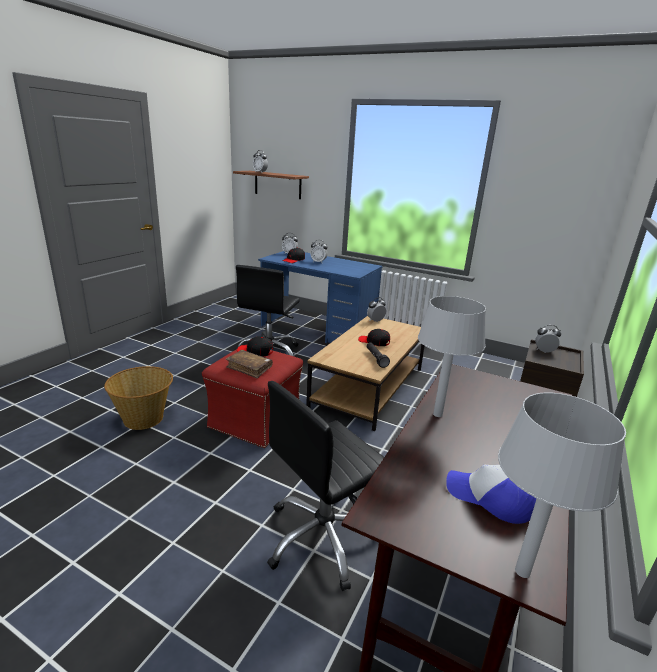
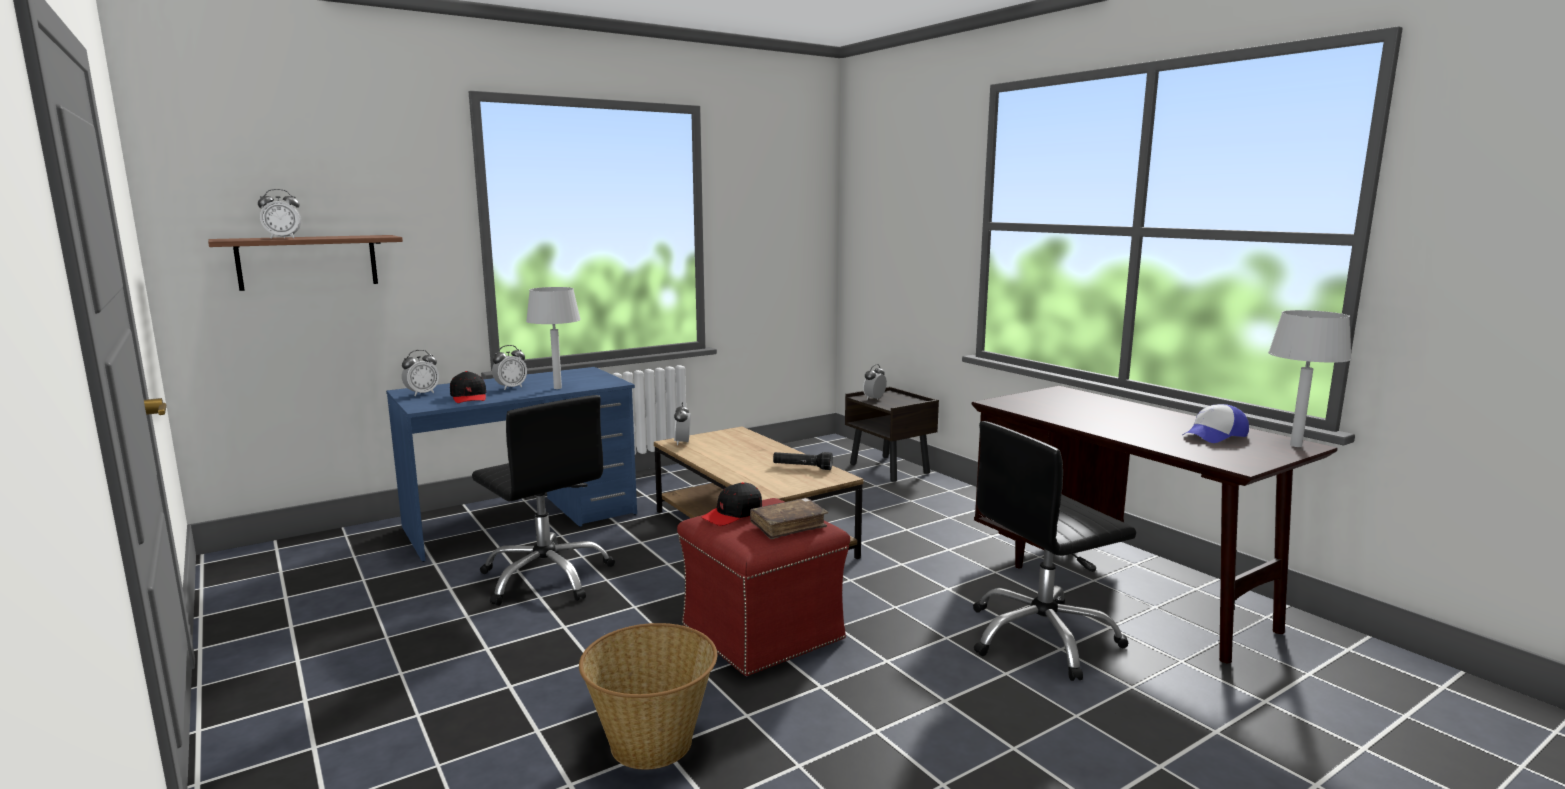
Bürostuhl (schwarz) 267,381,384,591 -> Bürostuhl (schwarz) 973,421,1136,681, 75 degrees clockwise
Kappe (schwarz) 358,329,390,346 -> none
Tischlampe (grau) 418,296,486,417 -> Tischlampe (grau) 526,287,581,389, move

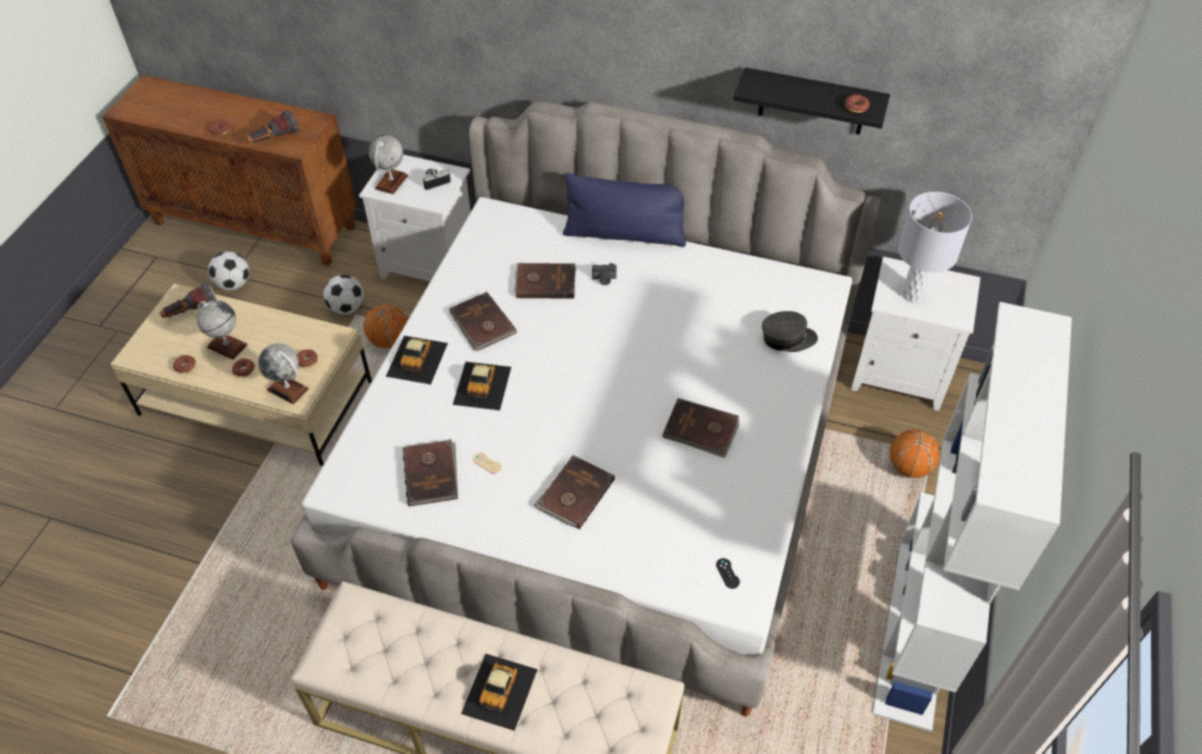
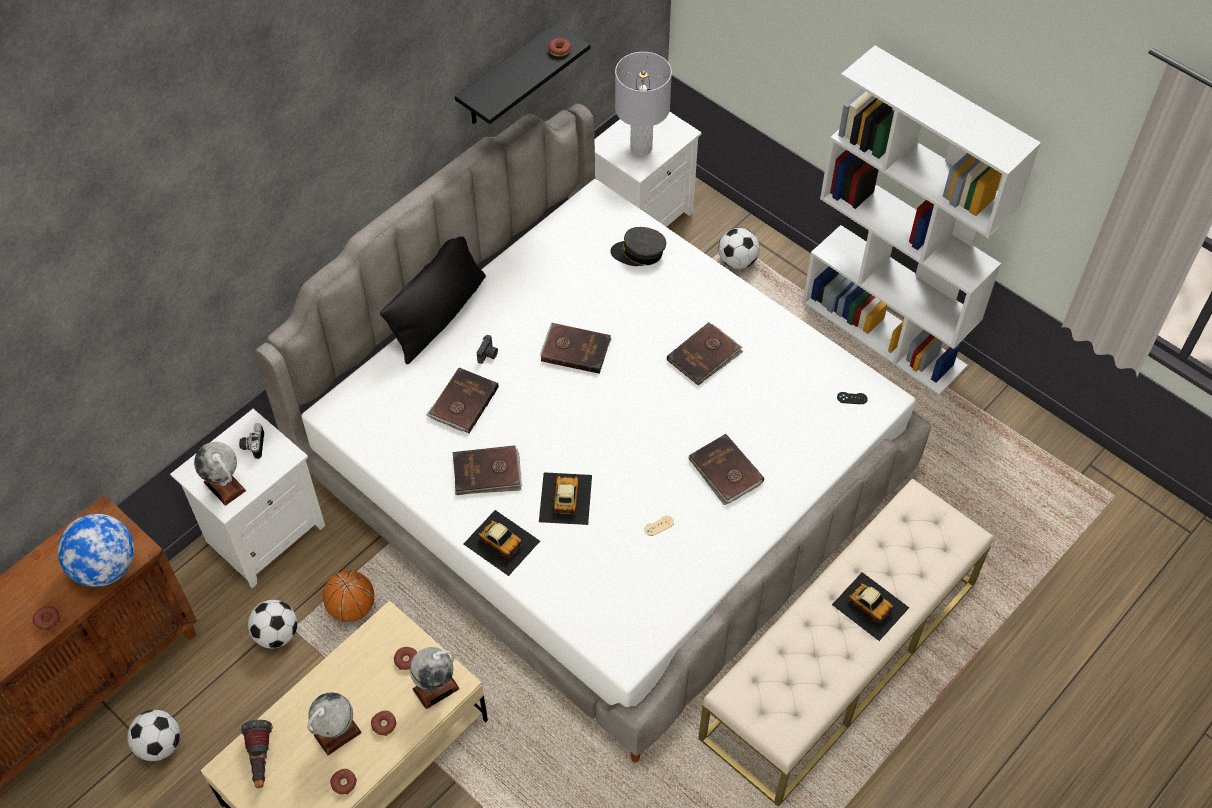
Taschenlampe 246,110,299,143 -> Globus 58,514,134,587
Buch (braun) 403,439,458,507 -> Buch (braun) 540,322,612,374, move
Spielzeugauto 453,362,511,410 -> Spielzeugauto 539,472,592,525, 120 degrees counterclockwise
Kissen (blau) 563,173,686,247 -> Kissen (schwarz) 380,236,486,364
Kappe (grau) 762,311,818,352 -> Kappe (grau) 610,227,666,266, 105 degrees counterclockwise
Basketball 890,430,940,478 -> Fußball 718,228,760,269

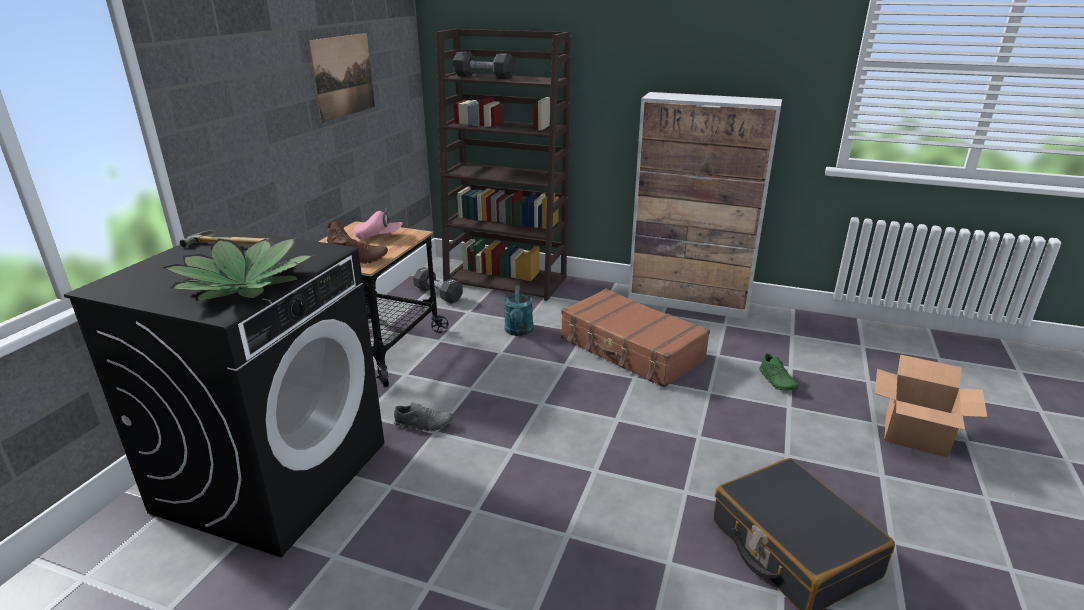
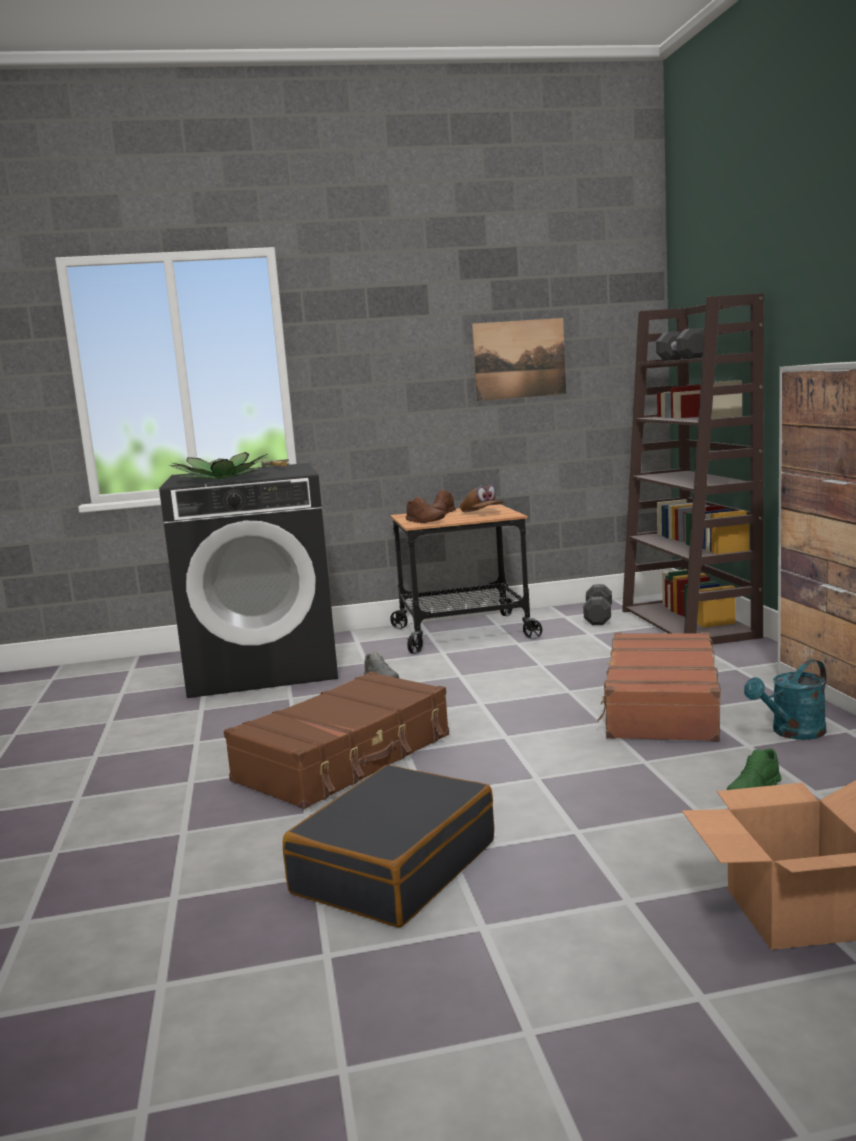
Kappe (rosa) 354,208,403,240 -> Kappe (braun) 460,484,503,512
Gießkanne (türkis) 504,285,533,336 -> Gießkanne (türkis) 744,659,826,740, move
none -> Koffer (braun) 224,671,449,809

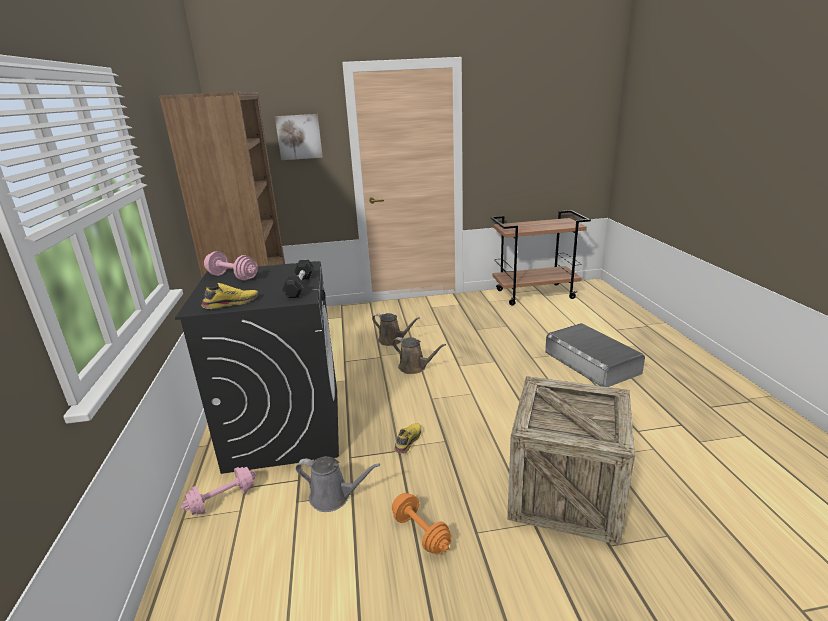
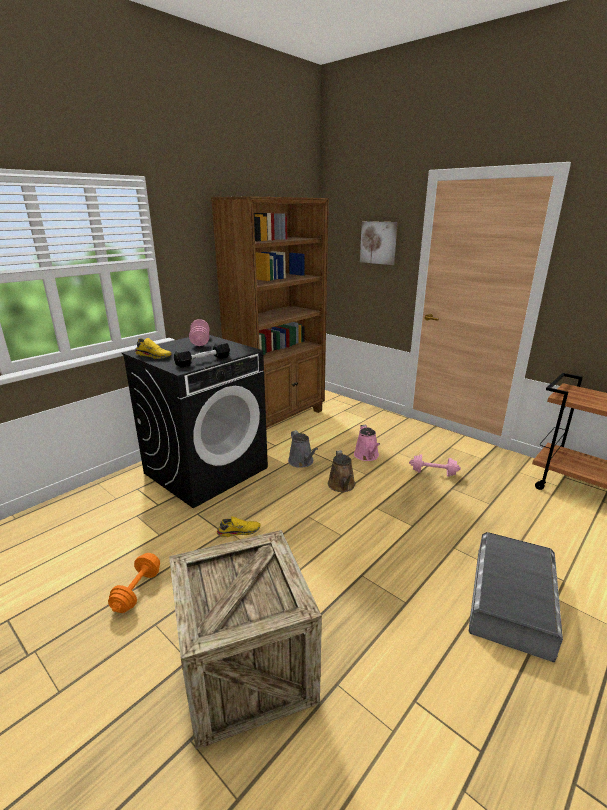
Hantel (rosa) 181,467,256,515 -> Hantel (rosa) 409,454,461,477, move
Gießkanne (grau) 296,456,380,512 -> Gießkanne (grau) 288,430,318,468, move
Gießkanne (braun) 372,313,420,346 -> Gießkanne (rosa) 354,425,380,461

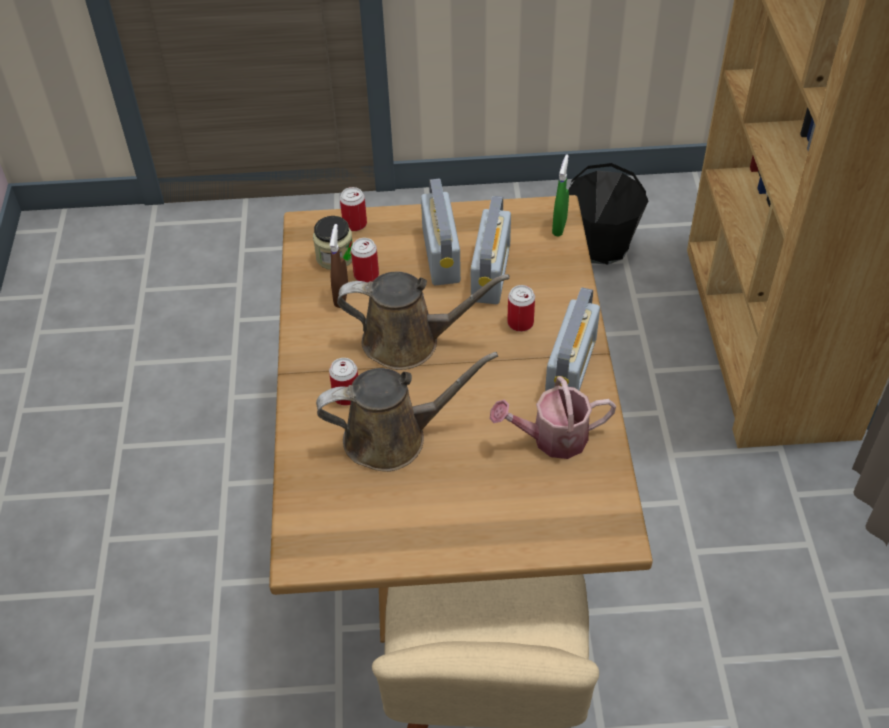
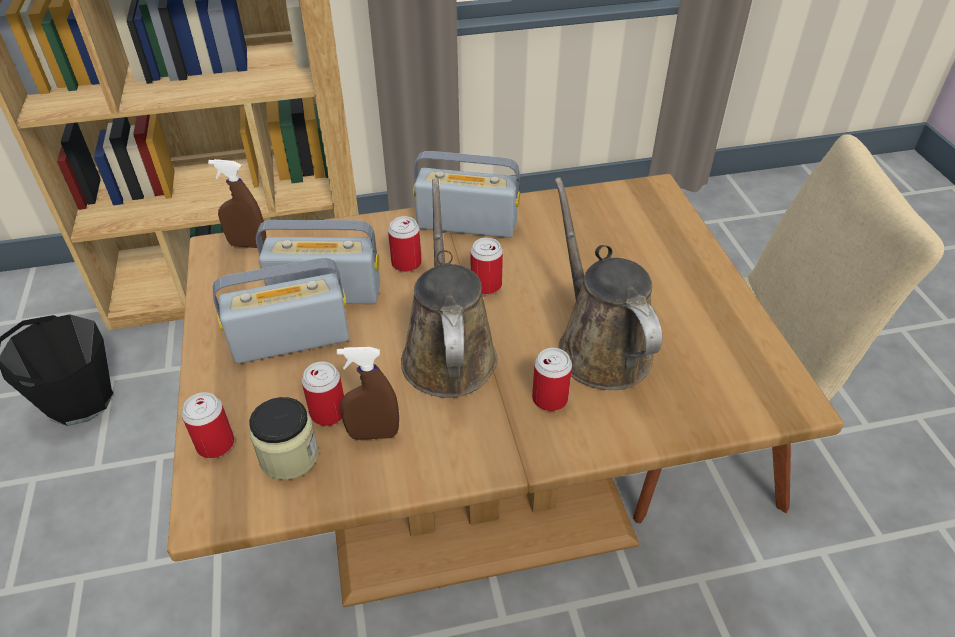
Gießkanne 490,376,616,459 -> none
Sprühflasche (grün) 552,154,569,237 -> Sprühflasche (braun) 208,159,266,248
none -> Dose 470,237,503,295

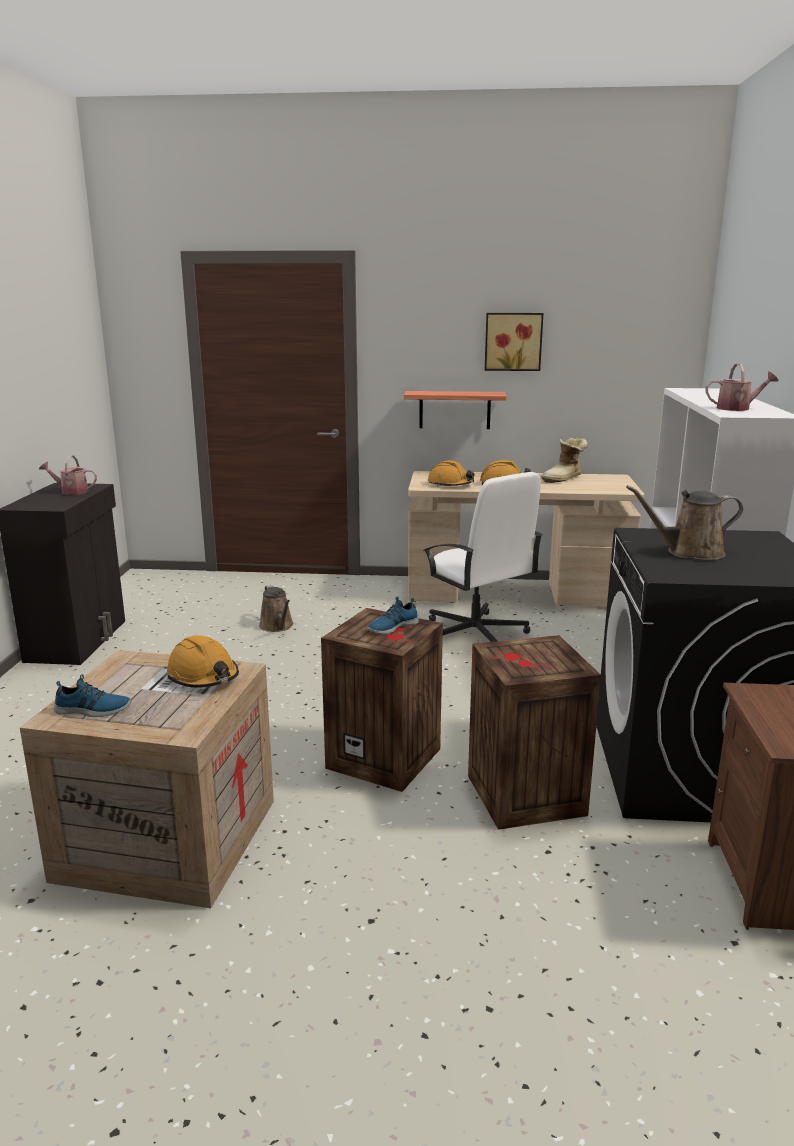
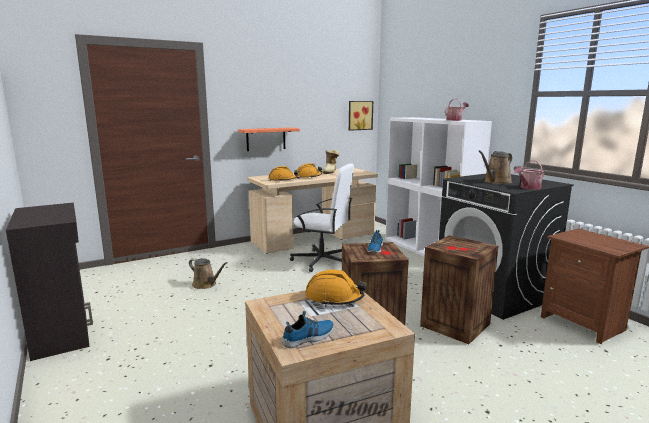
Gießkanne 39,455,97,495 -> Gießkanne 514,160,545,190, move
Bild 485,313,544,371 -> Bild 349,101,373,131, move

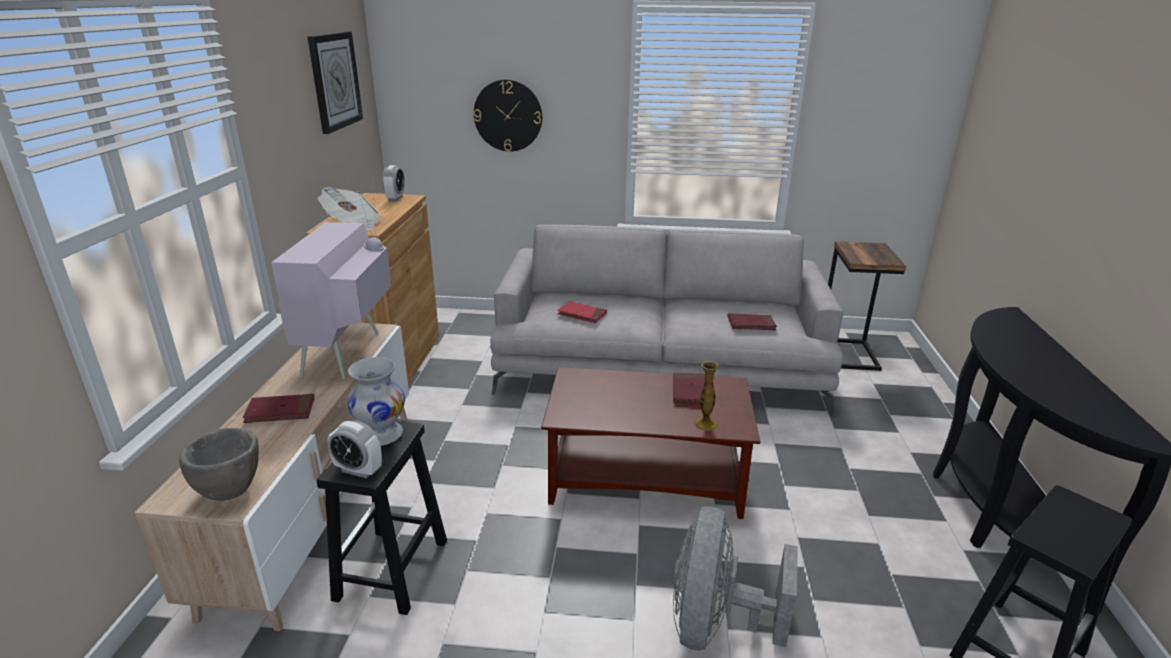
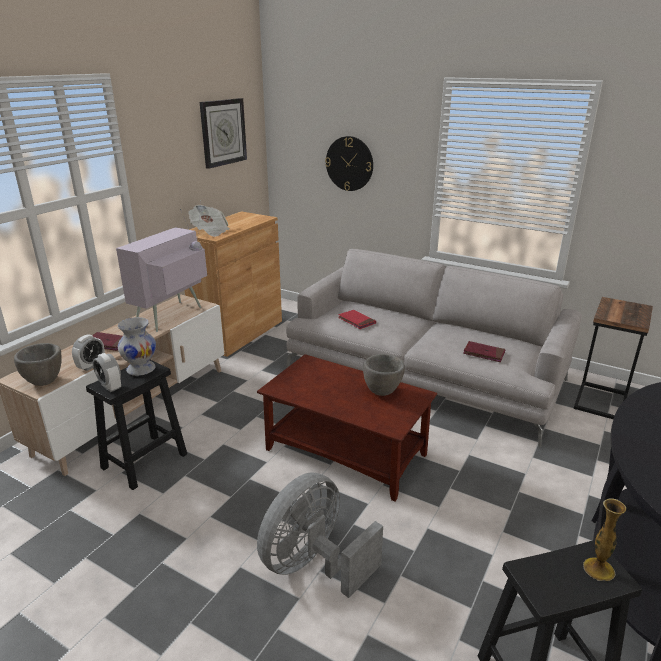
Wecker 382,165,405,201 -> Wecker 72,335,105,371, move
Buch (rot) 673,373,705,404 -> Schüssel (grau) 363,354,405,396
Vase 694,361,719,431 -> Vase 583,498,626,581, move

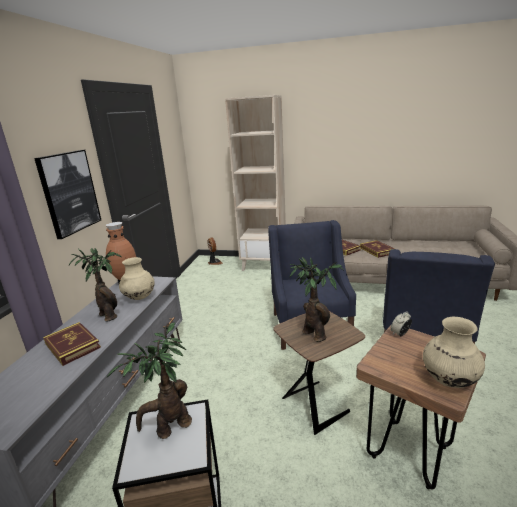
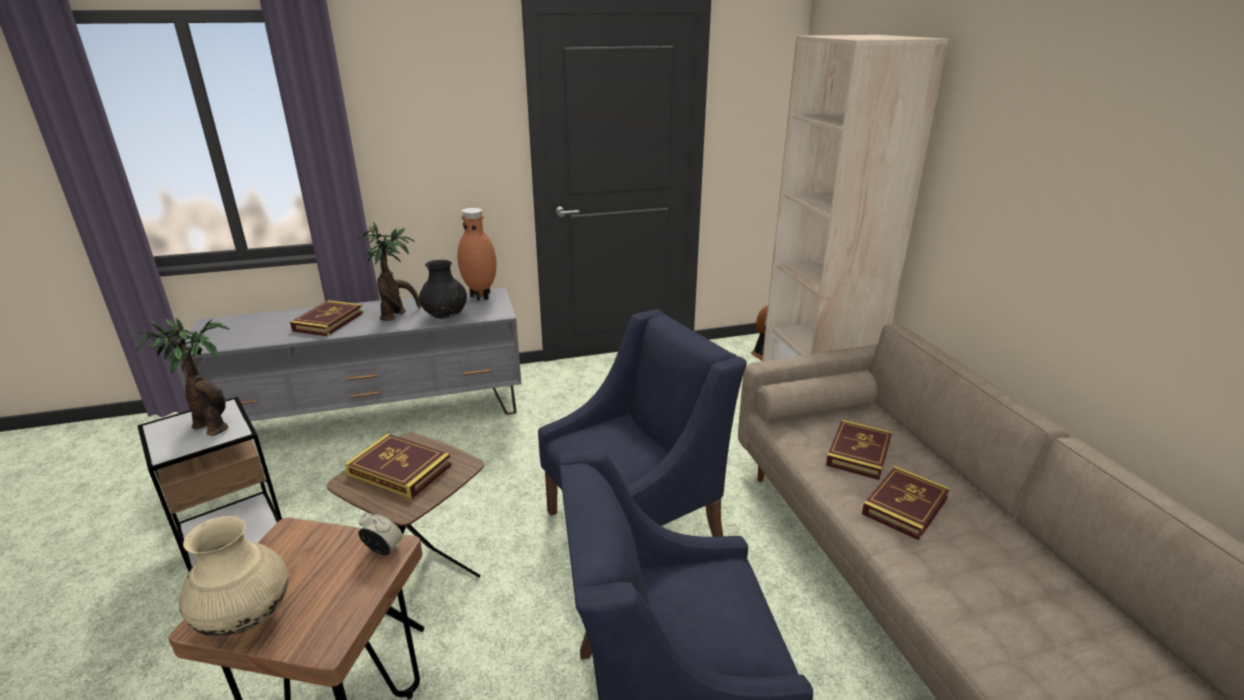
Bild 34,150,101,239 -> none
Vase (beige) 119,257,155,300 -> Vase (schwarz) 419,260,467,319
Topfpflanze 289,257,344,342 -> Buch 345,434,452,499

